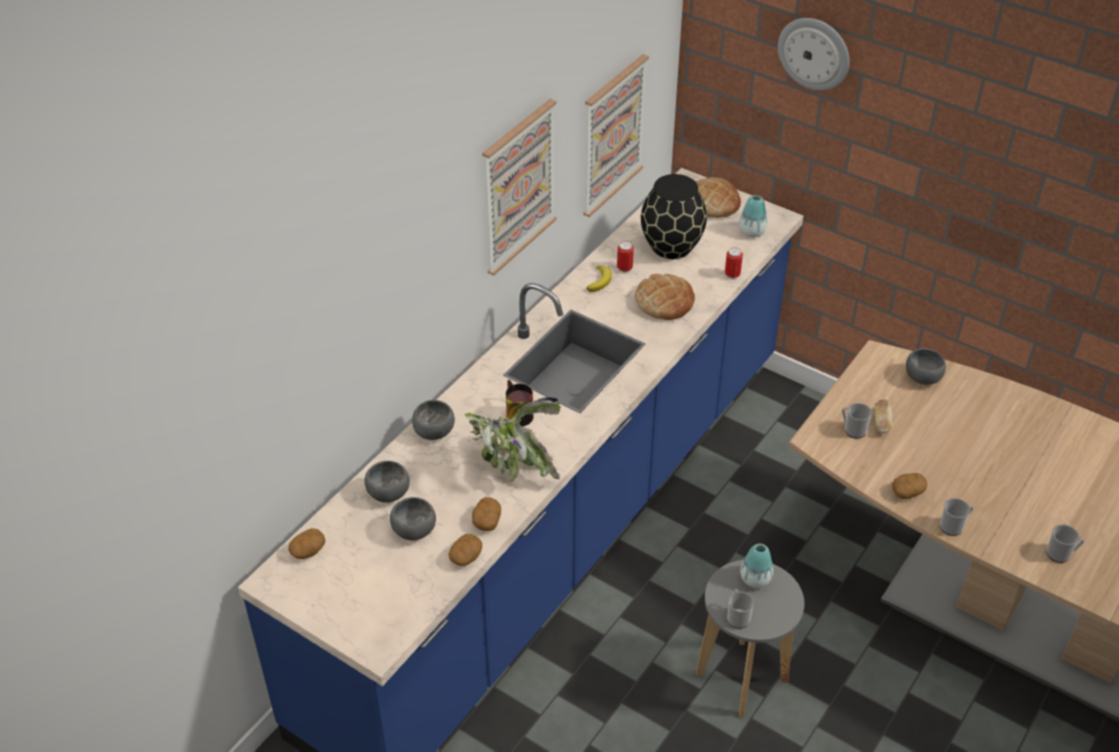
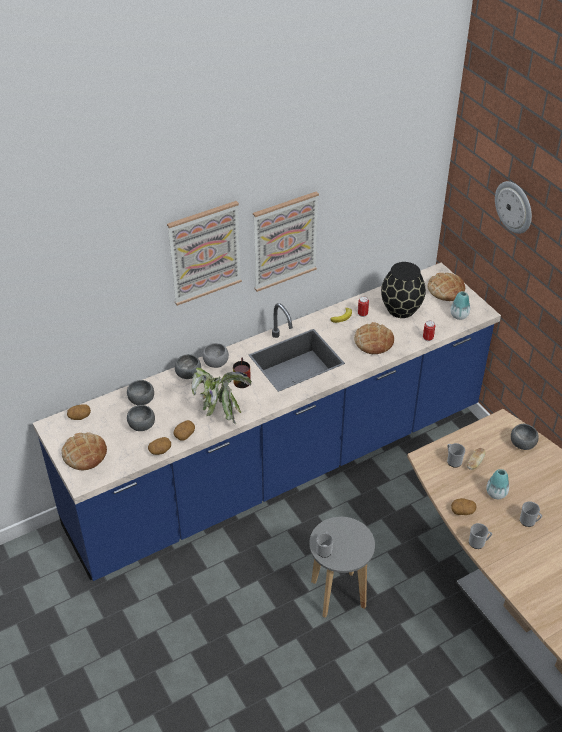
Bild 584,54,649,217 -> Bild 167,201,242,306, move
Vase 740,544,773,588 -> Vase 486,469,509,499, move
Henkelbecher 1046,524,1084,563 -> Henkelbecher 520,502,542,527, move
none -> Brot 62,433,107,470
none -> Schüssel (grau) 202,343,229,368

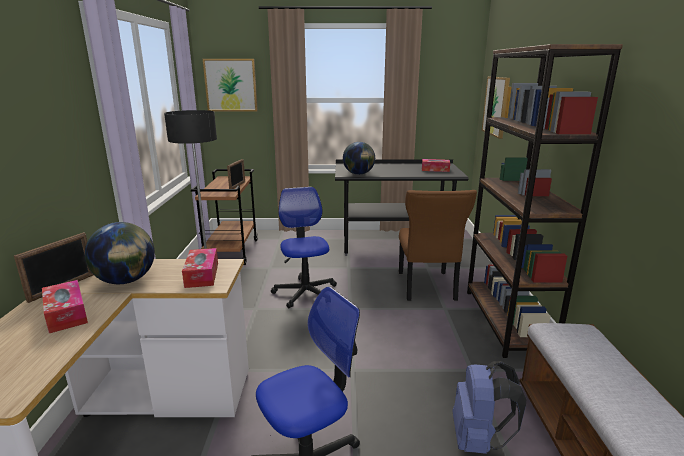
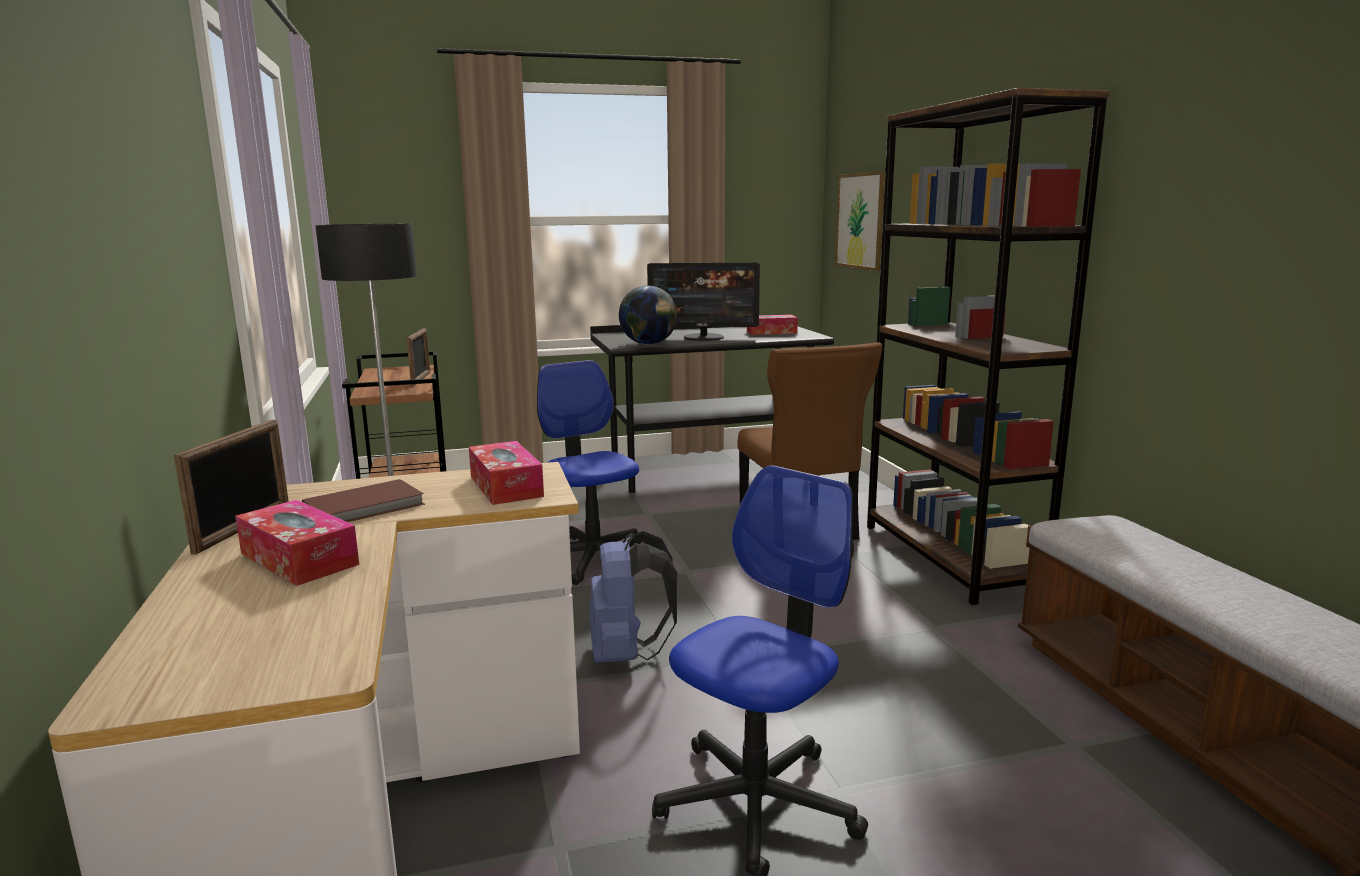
Globus 85,222,155,284 -> Buch (braun) 302,479,425,522
Bild 203,59,258,111 -> none
Rucksack (blau) 452,361,526,454 -> Rucksack (blau) 590,531,677,663, move
none -> Monitor 647,263,760,341

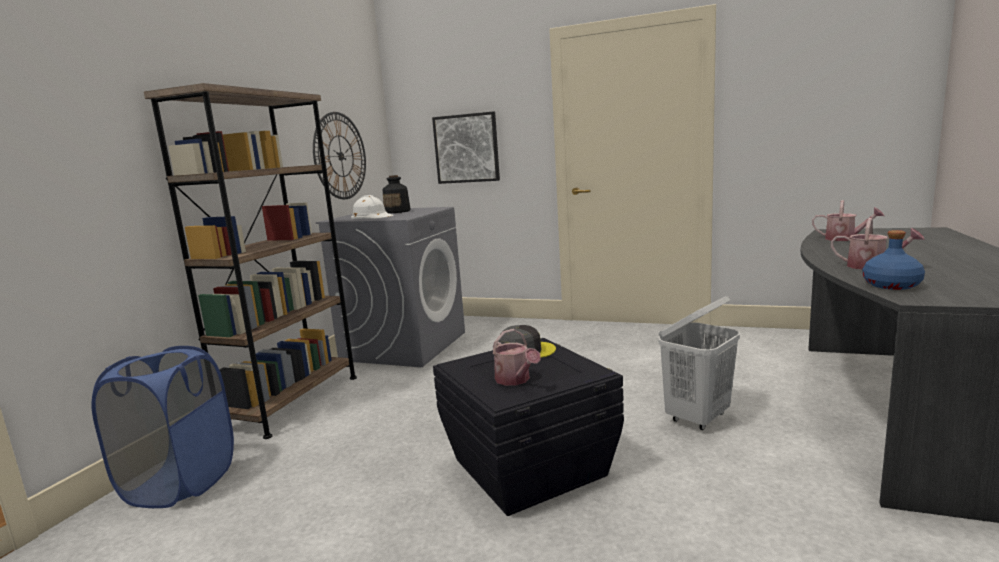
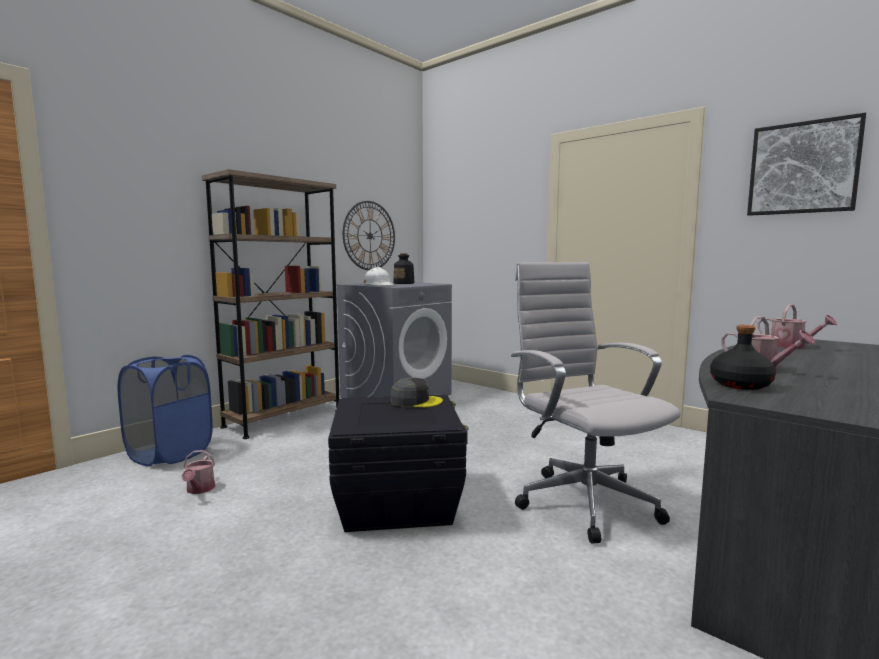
Bild 432,111,500,184 -> Bild 747,113,866,216, move
Gießkanne 493,329,541,386 -> Gießkanne 181,450,215,494, move
Wäschekorb (weiß) 658,296,740,430 -> Bürostuhl (weiß) 511,262,681,544
Flasche (blau) 862,230,925,290 -> Flasche (schwarz) 710,325,776,390

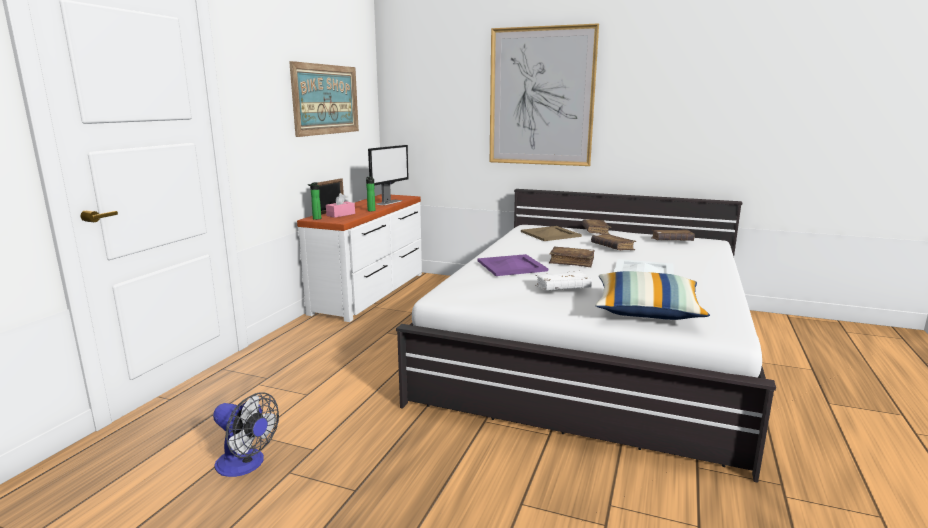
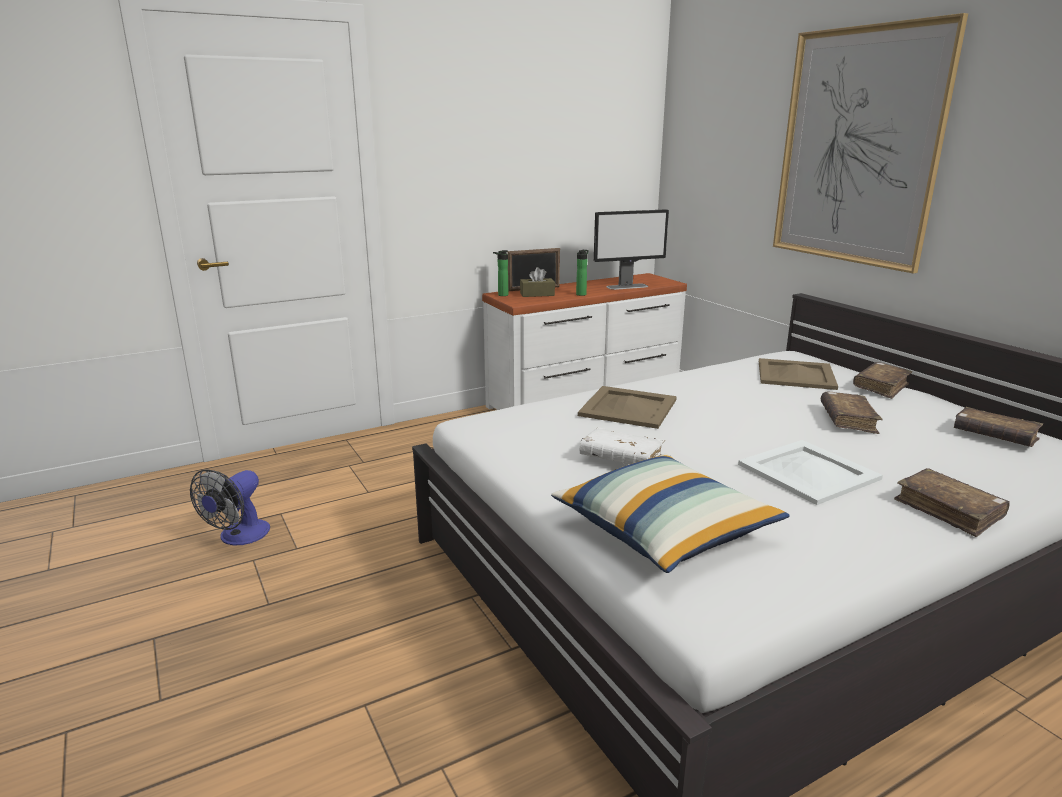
Ventilator 213,392,279,477 -> Ventilator 190,469,270,545, 45 degrees clockwise
Bild 289,61,359,137 -> none
Taschentuchbox (rosa) 326,193,355,218 -> Taschentuchbox (braun) 520,267,555,297
Tablett (lila) 477,254,548,276 -> Tablett (beige) 578,386,677,429
Buch (braun) 549,247,595,267 -> Buch (braun) 894,468,1010,537, move

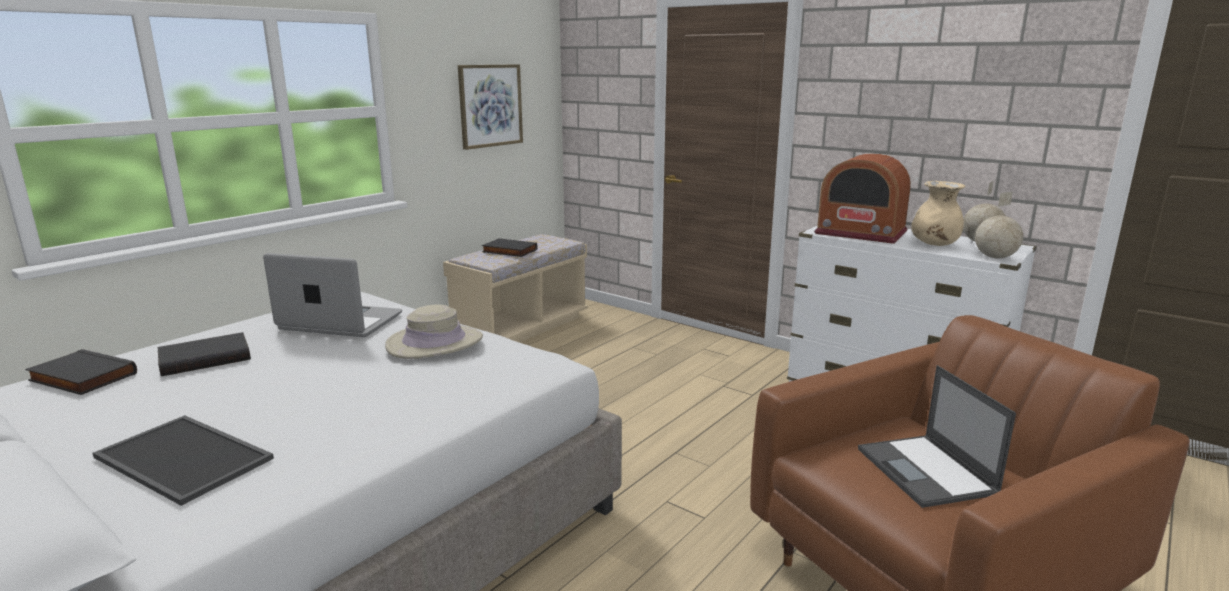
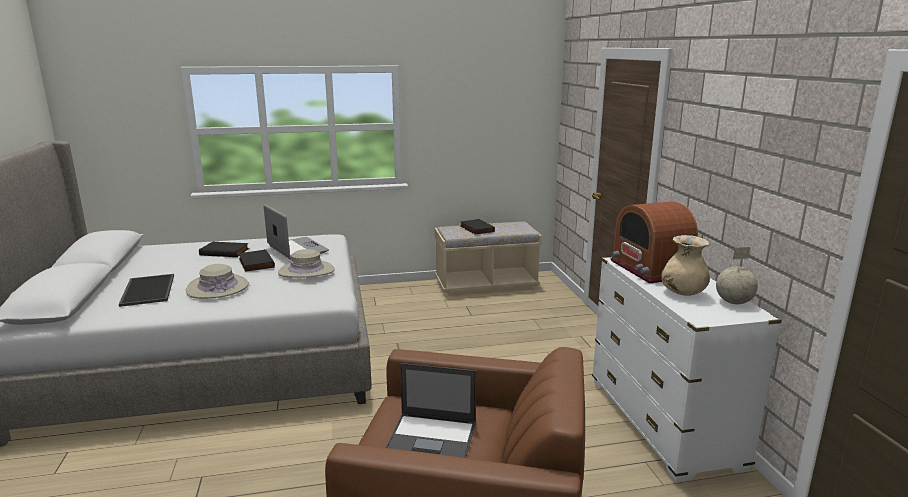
Buch (schwarz) 25,349,137,395 -> Buch (schwarz) 238,249,275,272, move
Bild 458,64,523,150 -> none
Laptop 858,365,1016,508 -> Laptop 386,363,476,458, 105 degrees counterclockwise
Globus 975,192,1023,258 -> none
none -> Hut (beige) 186,264,249,299

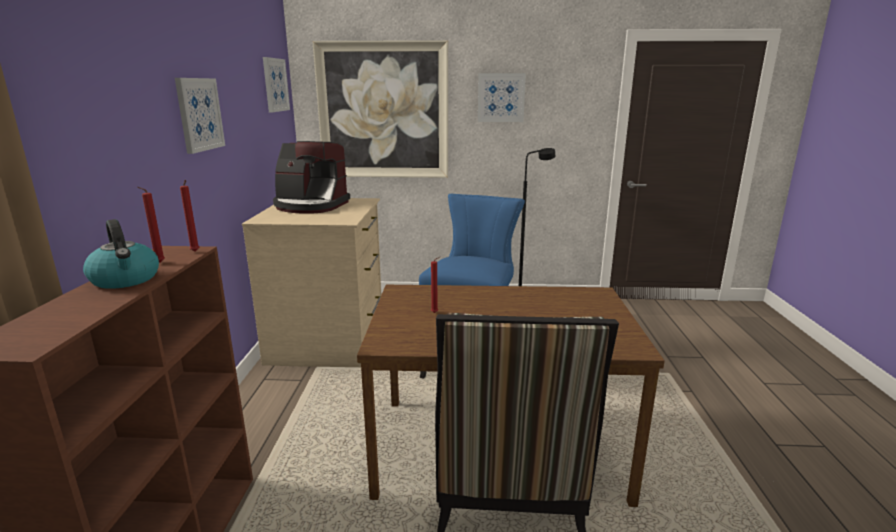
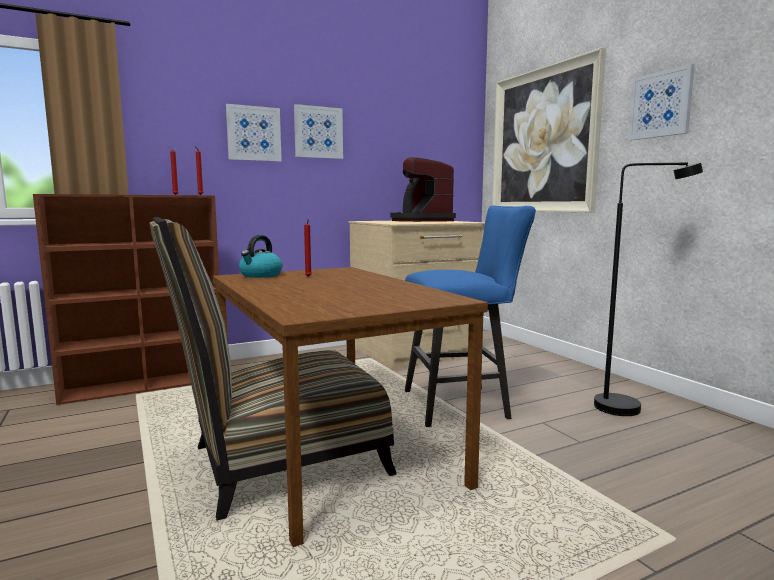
Wasserkessel 83,219,159,289 -> Wasserkessel 239,235,282,278, move
Bild 263,57,290,112 -> Bild 226,104,282,162, move

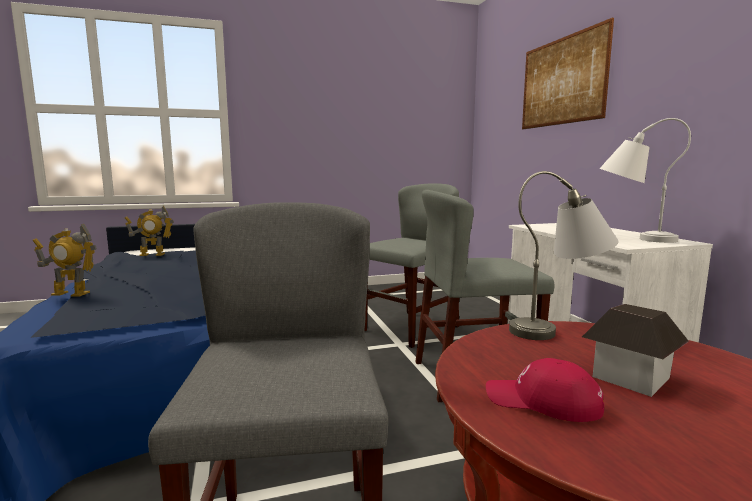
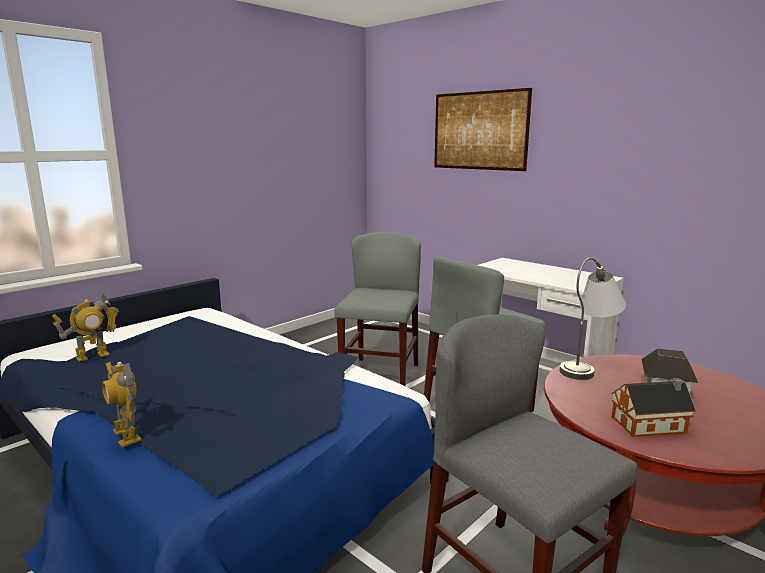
Spielzeugroboter 33,224,97,297 -> Spielzeugroboter 102,362,142,447, 75 degrees clockwise
Kappe (rot) 486,358,604,422 -> Spielzeughaus 612,378,696,437
Tischlampe (weiß) 599,118,691,243 -> none

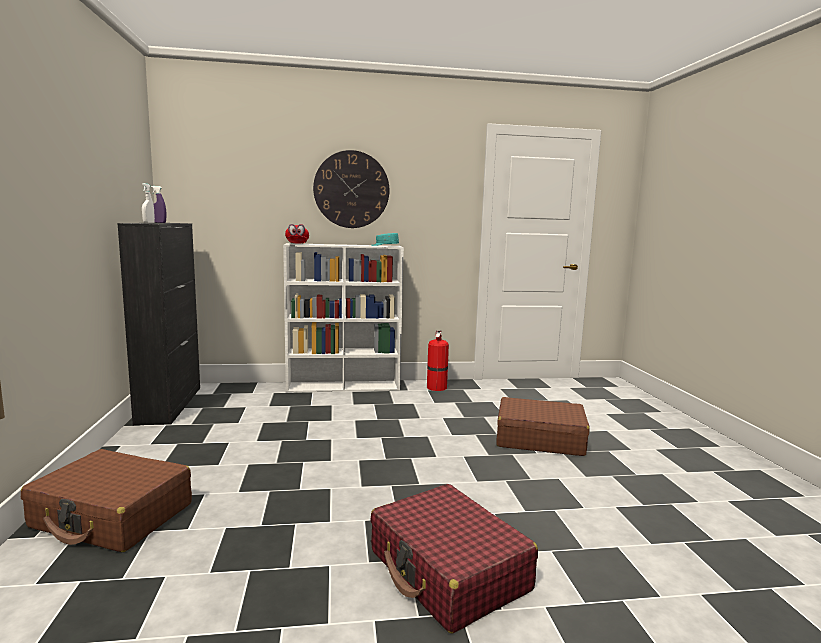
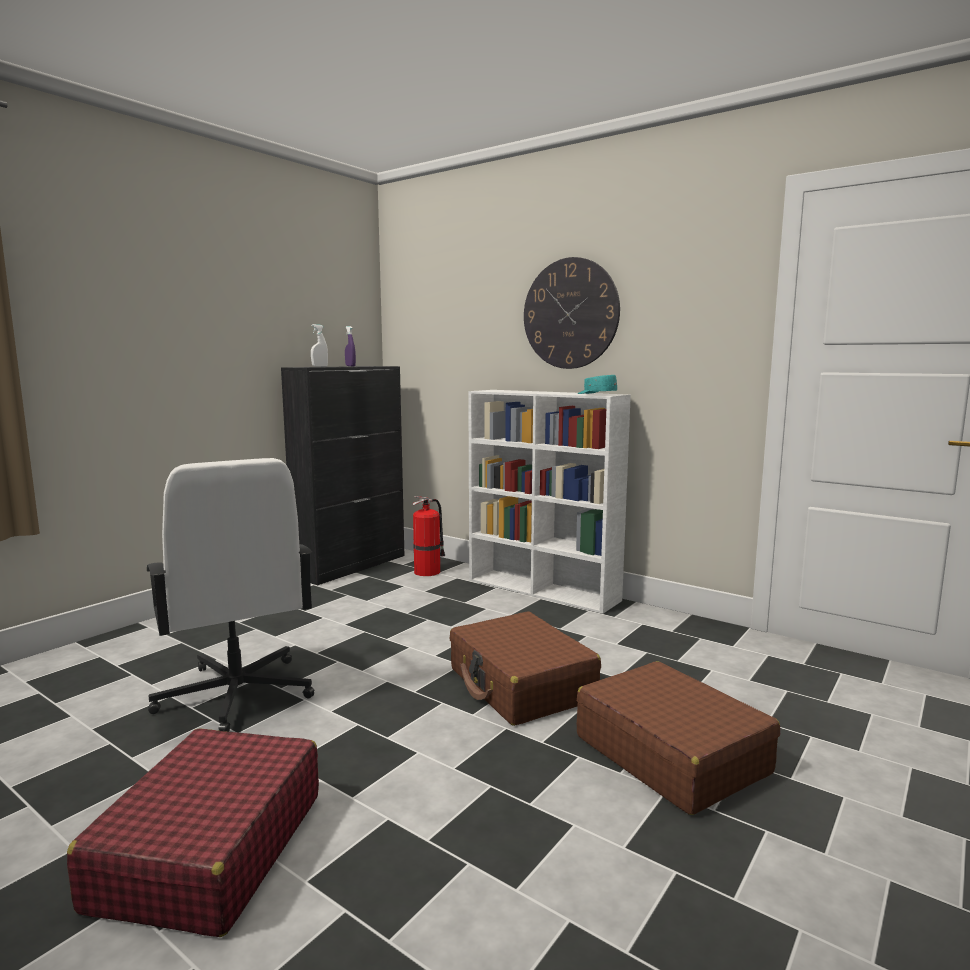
Koffer (braun) 21,449,192,552 -> Koffer (braun) 450,611,601,726, move
Kappe (rot) 285,224,309,244 -> none
Feuerlöscher 427,330,449,391 -> Feuerlöscher 412,496,445,576, move
none -> Bürostuhl (weiß) 147,458,314,732

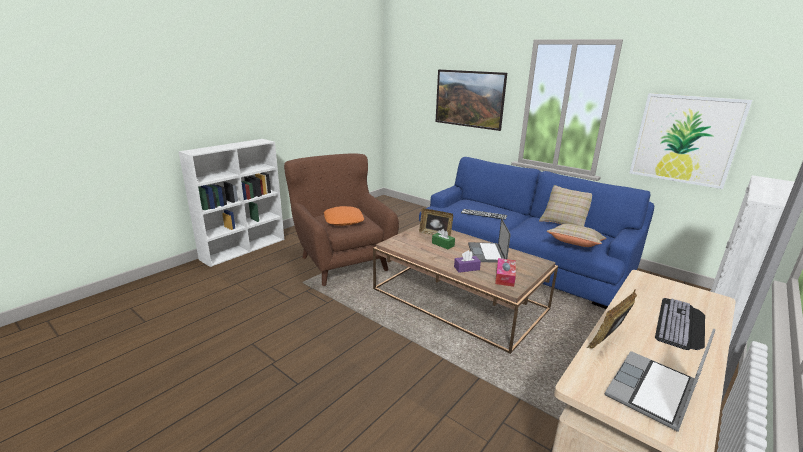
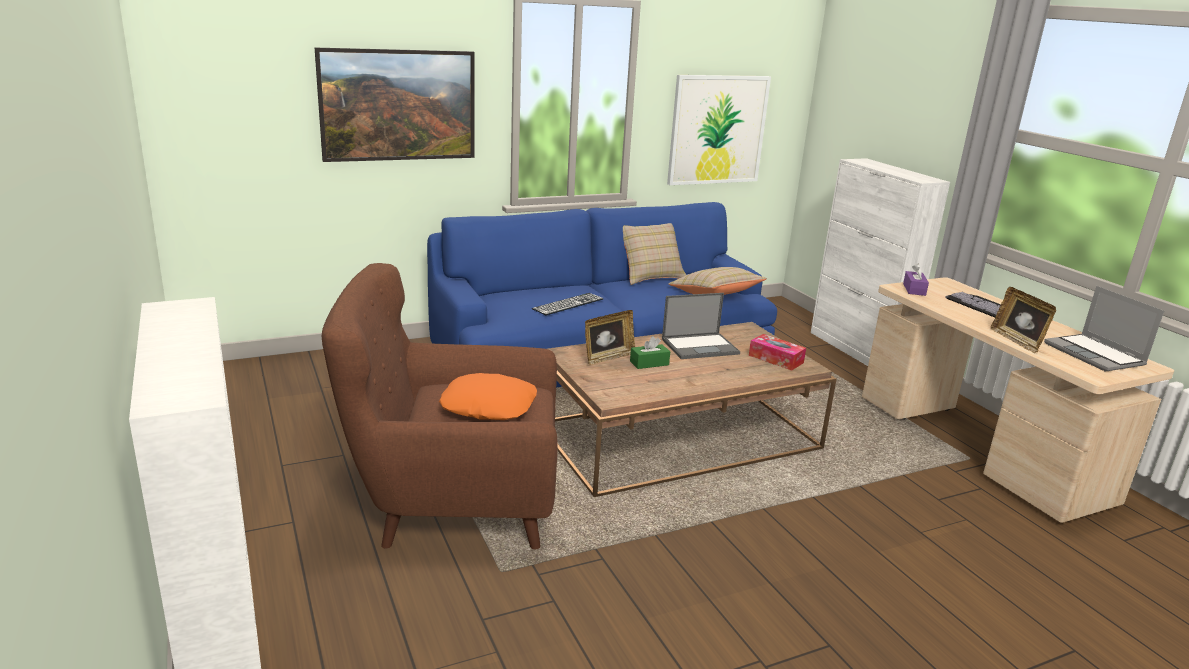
Taschentuchbox (lila) 454,250,481,273 -> Taschentuchbox (lila) 903,263,929,296, move
Laptop 468,218,511,263 -> Laptop 662,293,740,359, 45 degrees counterclockwise

